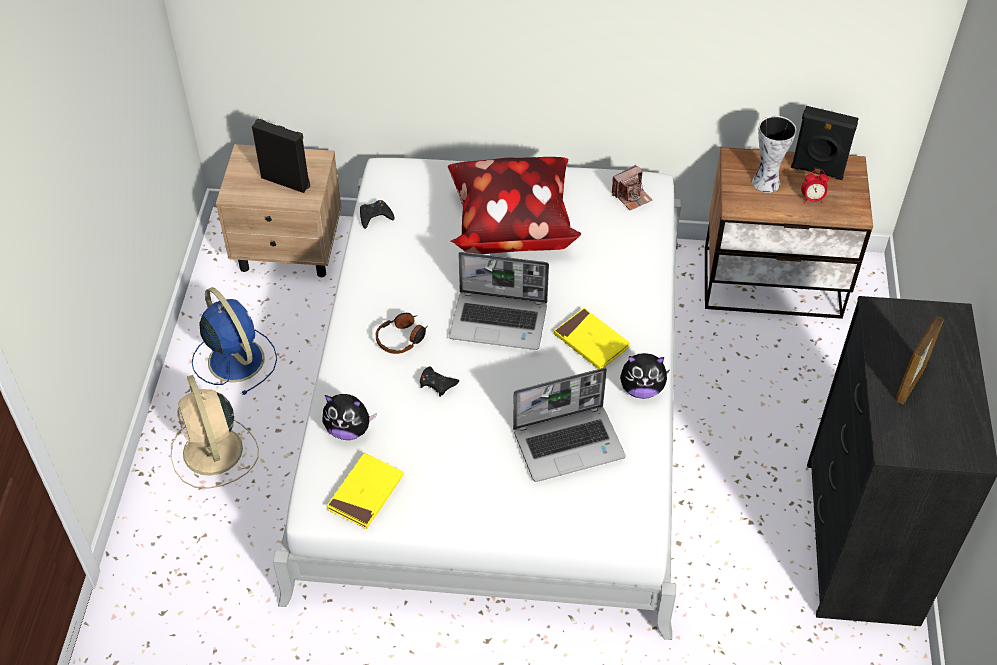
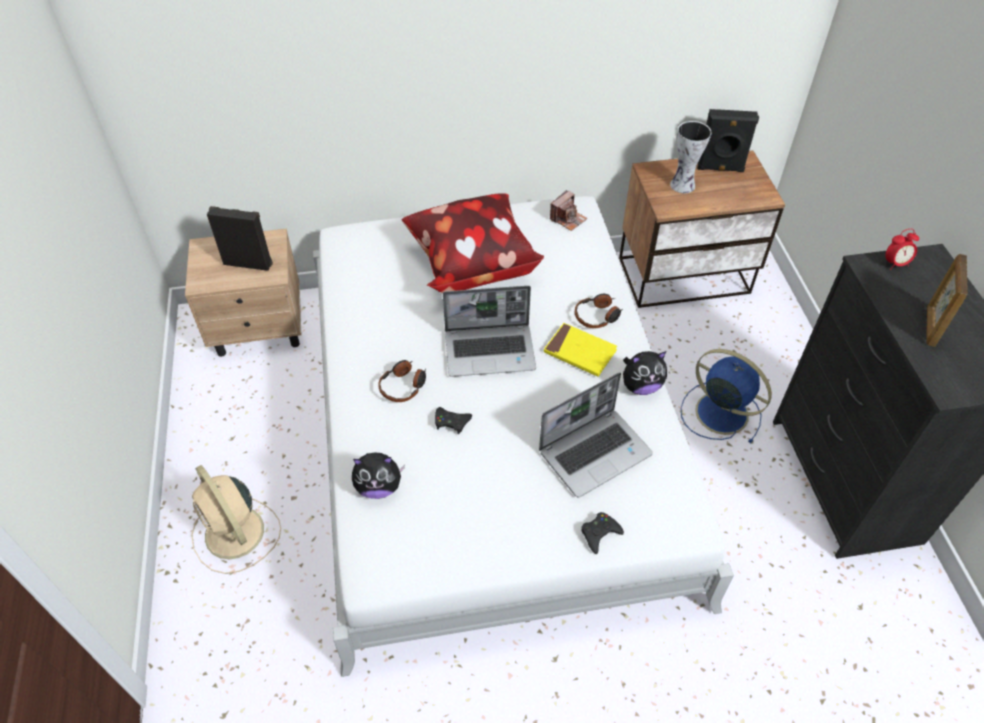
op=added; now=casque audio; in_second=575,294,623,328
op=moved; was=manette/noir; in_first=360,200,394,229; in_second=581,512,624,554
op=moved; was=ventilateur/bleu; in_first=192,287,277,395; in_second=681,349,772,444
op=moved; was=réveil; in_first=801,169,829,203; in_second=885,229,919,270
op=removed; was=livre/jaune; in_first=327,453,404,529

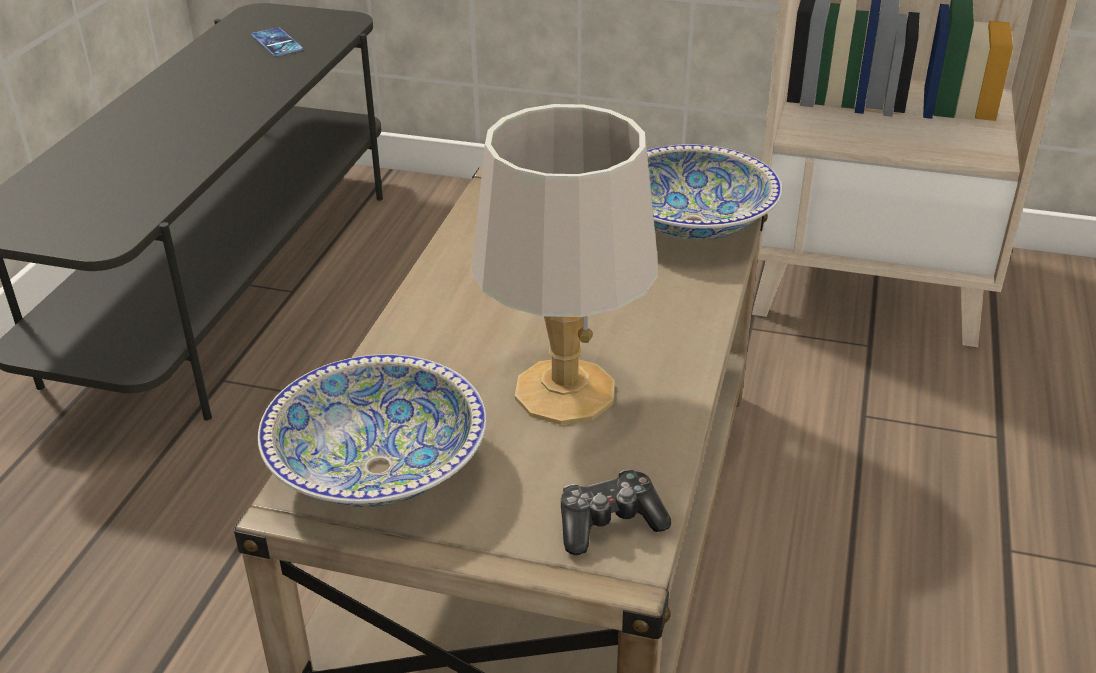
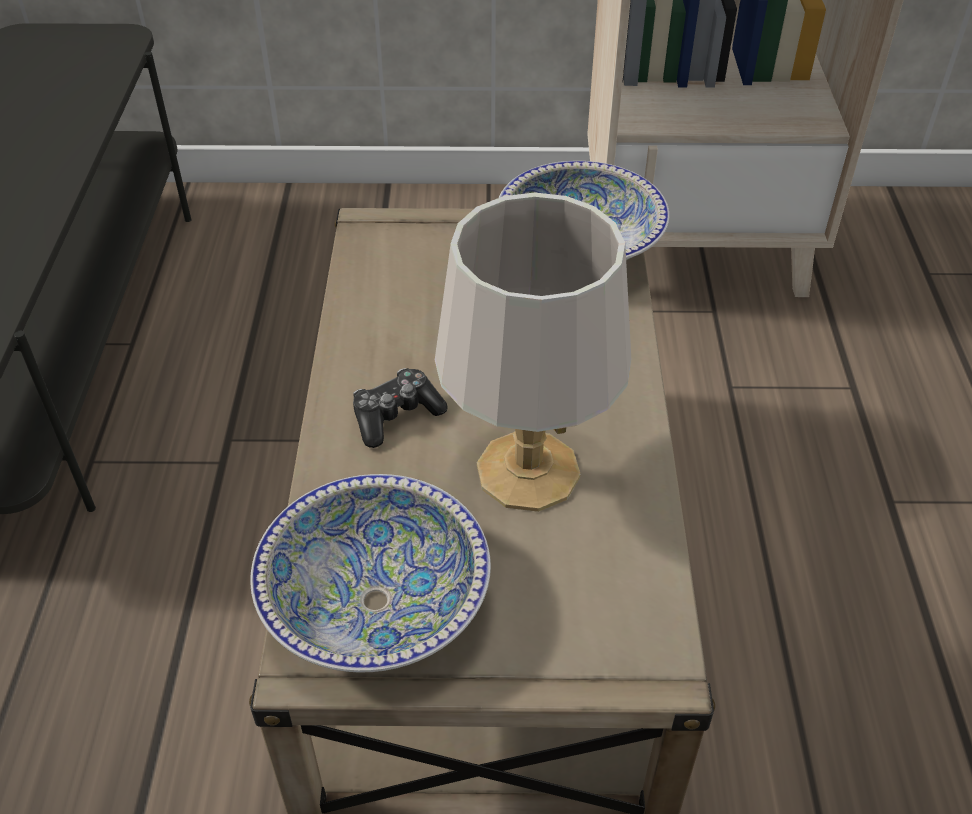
op=moved; was=manette; in_first=561,469,671,555; in_second=353,368,448,448
op=removed; was=téléphone; in_first=251,27,303,56

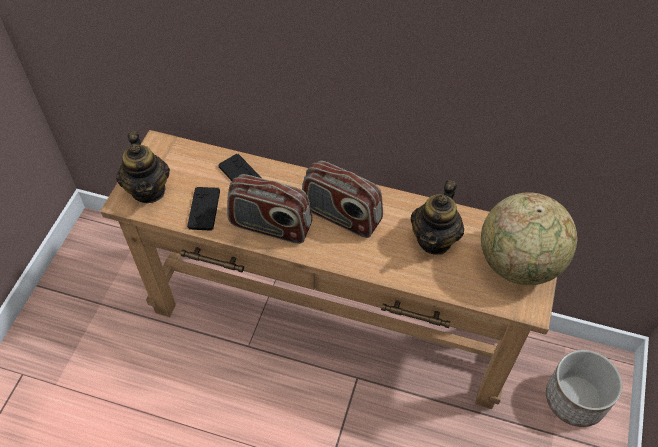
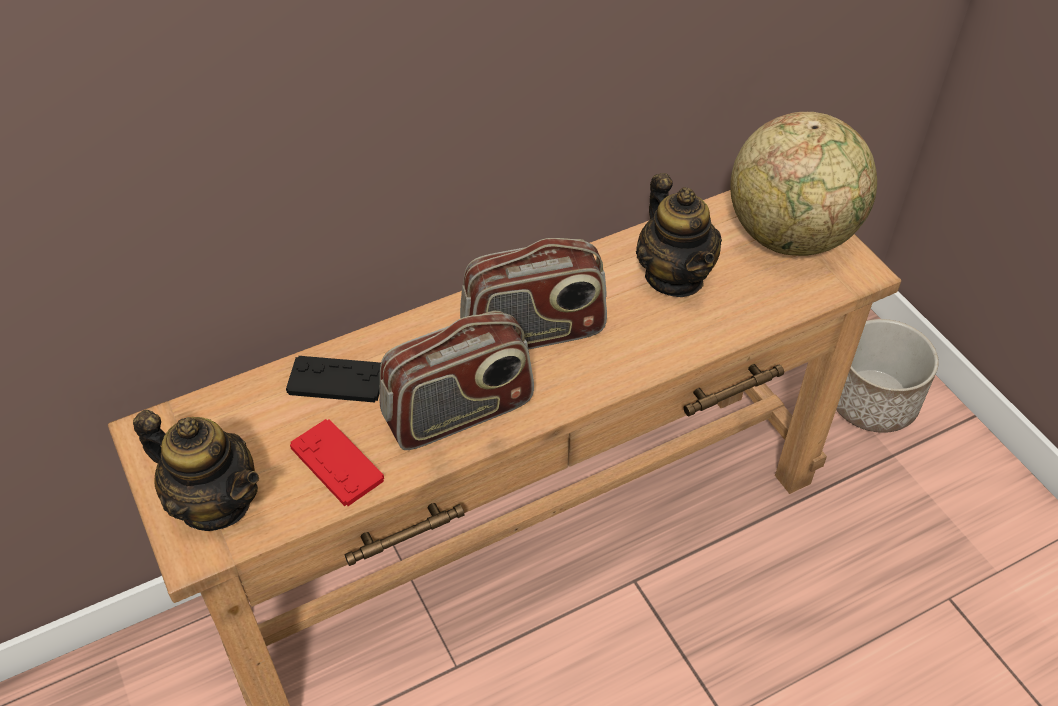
op=recoloured; was=manette/noir; now=manette/rouge; in_first=187,187,220,231; in_second=290,419,384,506

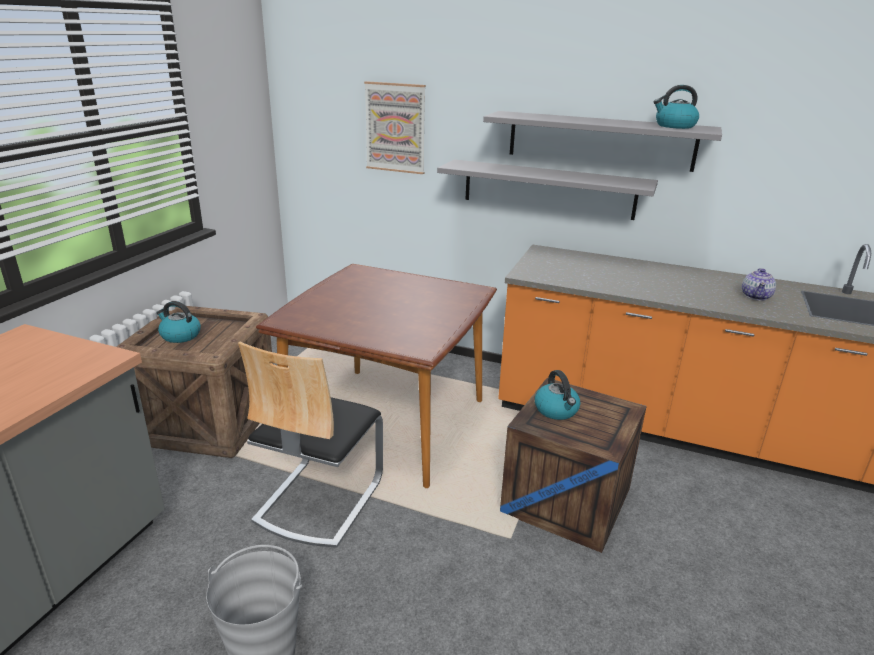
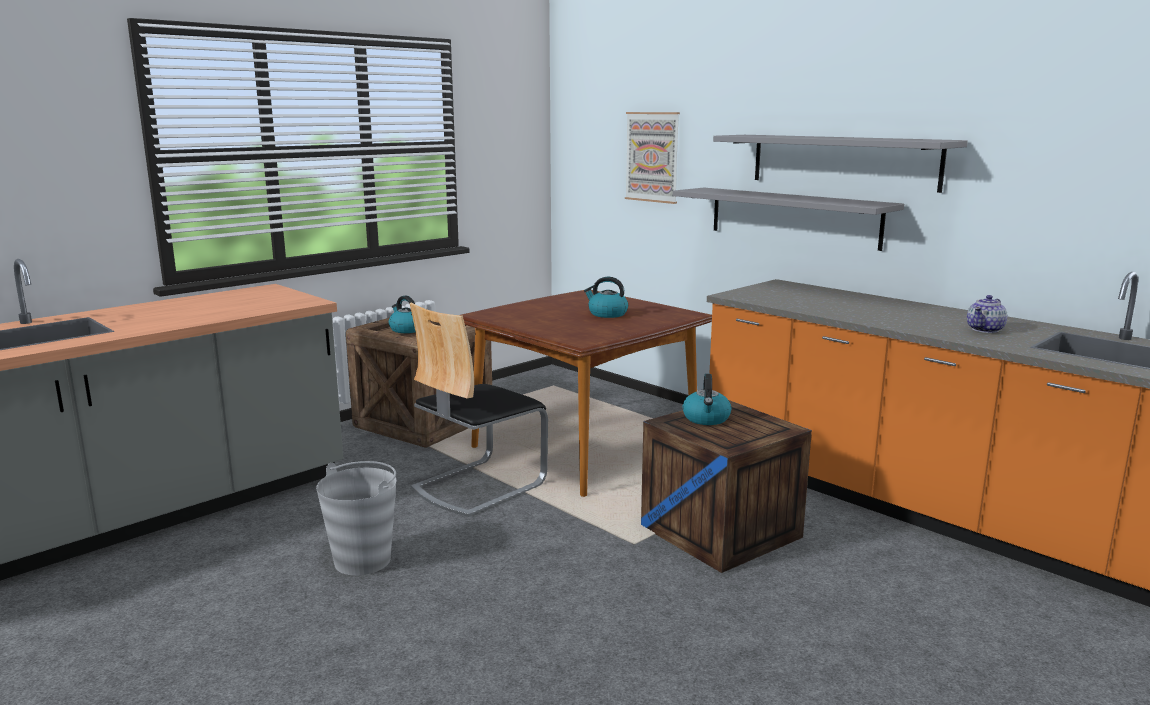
op=moved; was=bouilloire; in_first=654,85,699,129; in_second=584,277,628,318

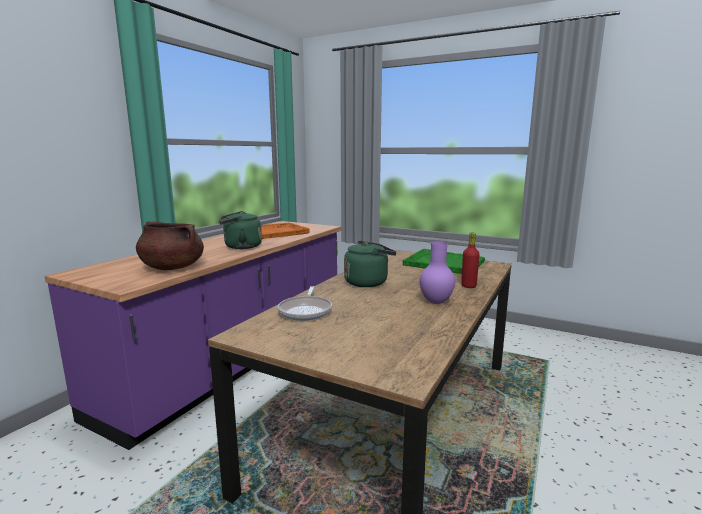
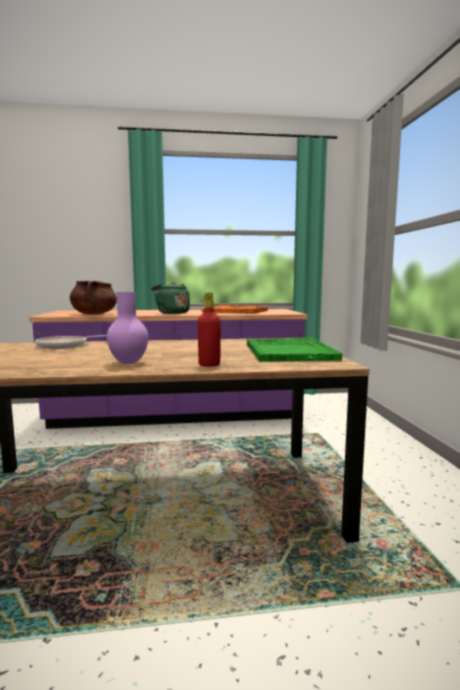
op=removed; was=bouilloire/vert; in_first=344,241,396,287

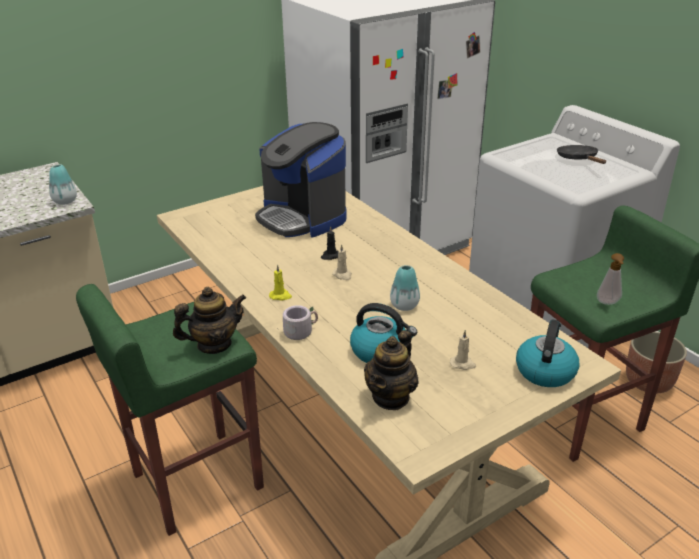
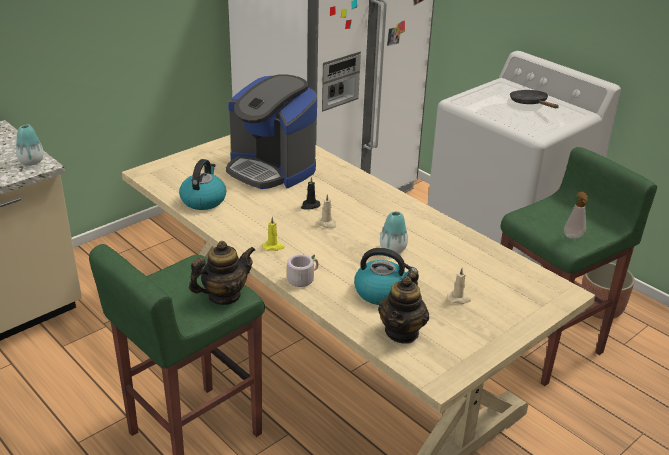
op=moved; was=bouilloire; in_first=516,319,579,387; in_second=179,159,226,210

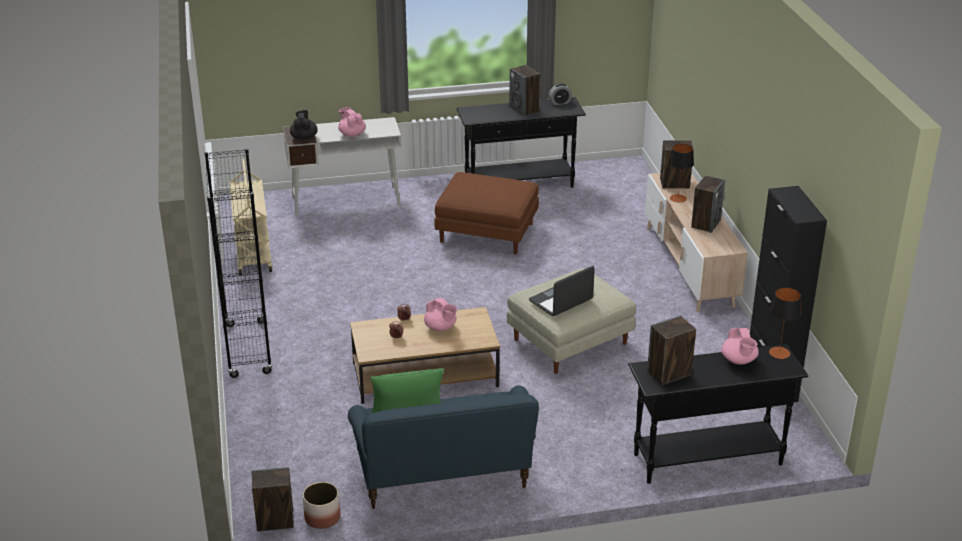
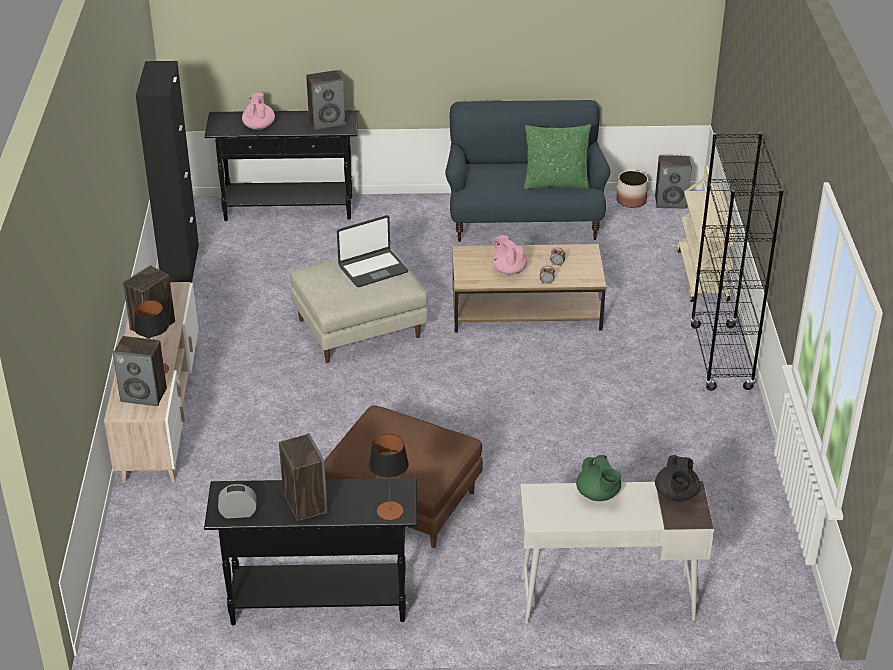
op=moved; was=lampe de table; in_first=769,287,802,359; in_second=369,434,409,520
op=recoloured; was=théière/rose; now=théière/vert; in_first=338,107,366,137; in_second=576,455,621,501
op=moved; was=chariot/beige; in_first=230,159,272,274; in_second=677,166,737,302

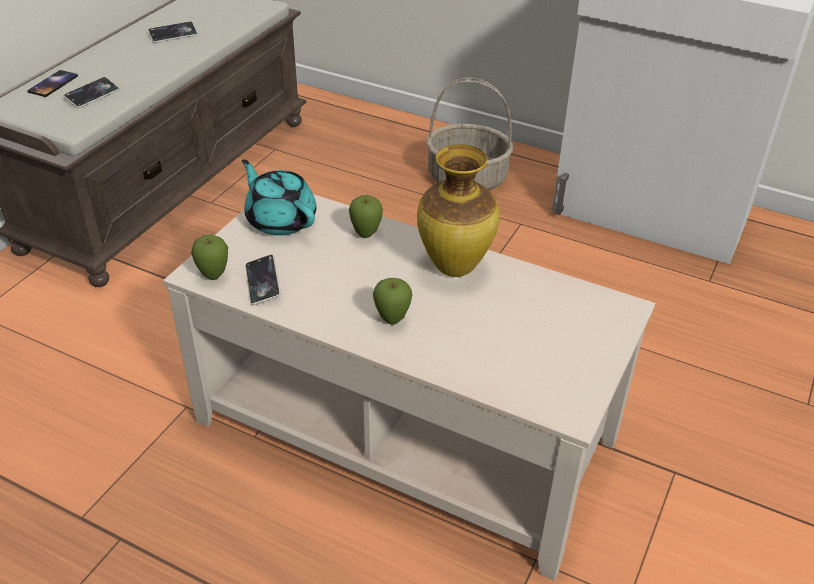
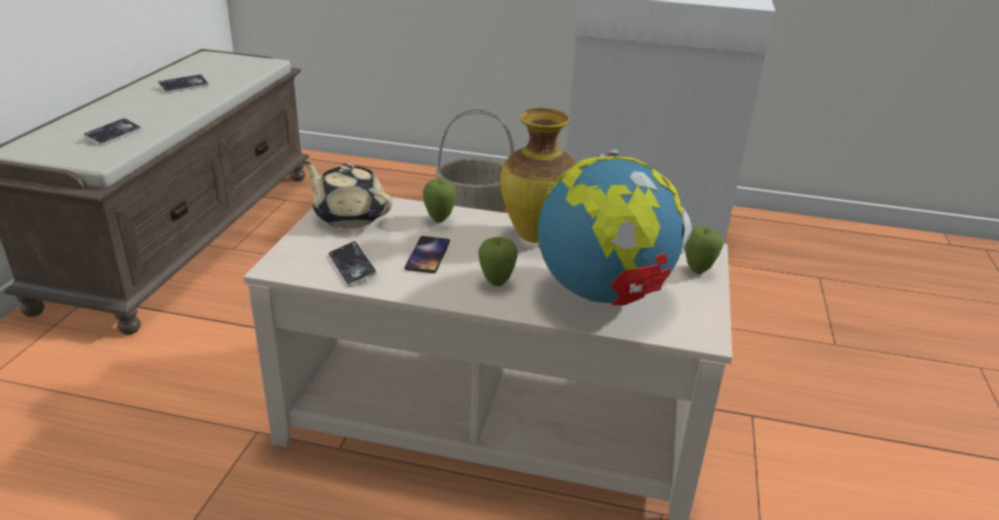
op=recoloured; was=théière/turquoise; now=théière/beige; in_first=242,159,317,236; in_second=302,161,392,228
op=moved; was=téléphone; in_first=27,70,78,97; in_second=405,236,450,273
op=added; now=globe; in_second=538,149,692,305
op=moved; was=pomme; in_first=191,235,228,280; in_second=684,226,723,274

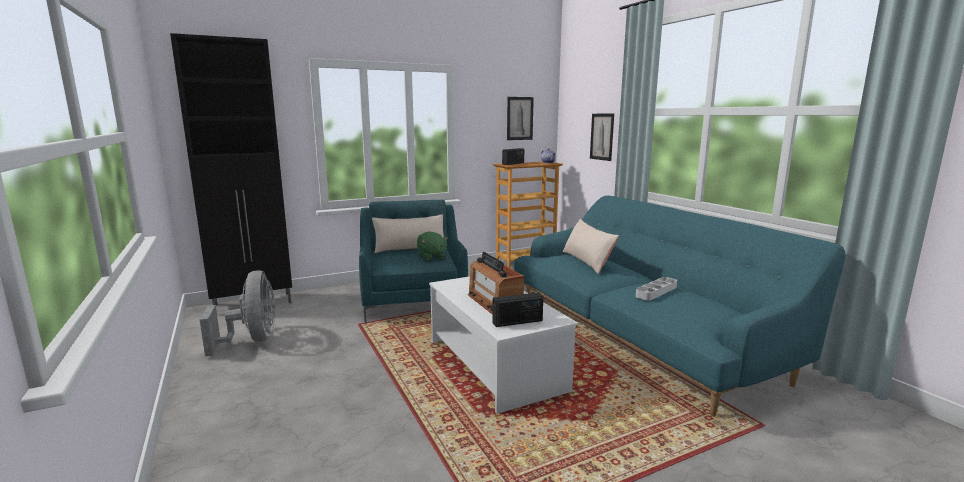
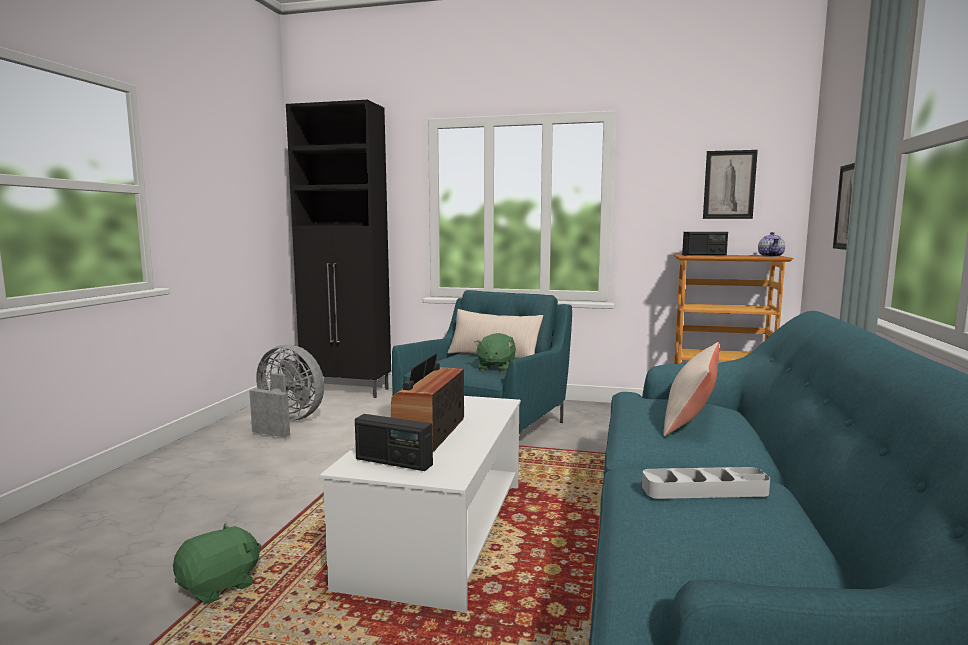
op=added; now=peluche/vert; in_second=173,524,261,604
op=turned; was=ventilateur/gris; in_first=200,270,276,357; in_second=249,345,324,437; clockwise=-90

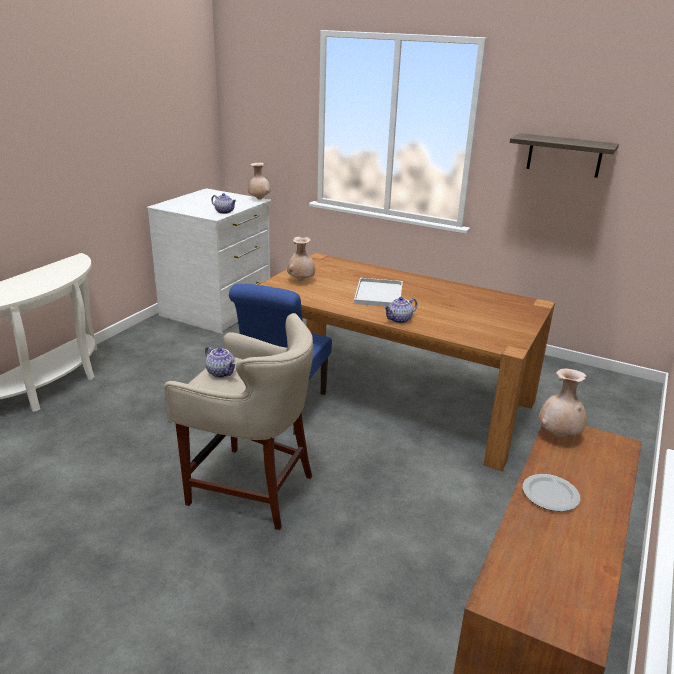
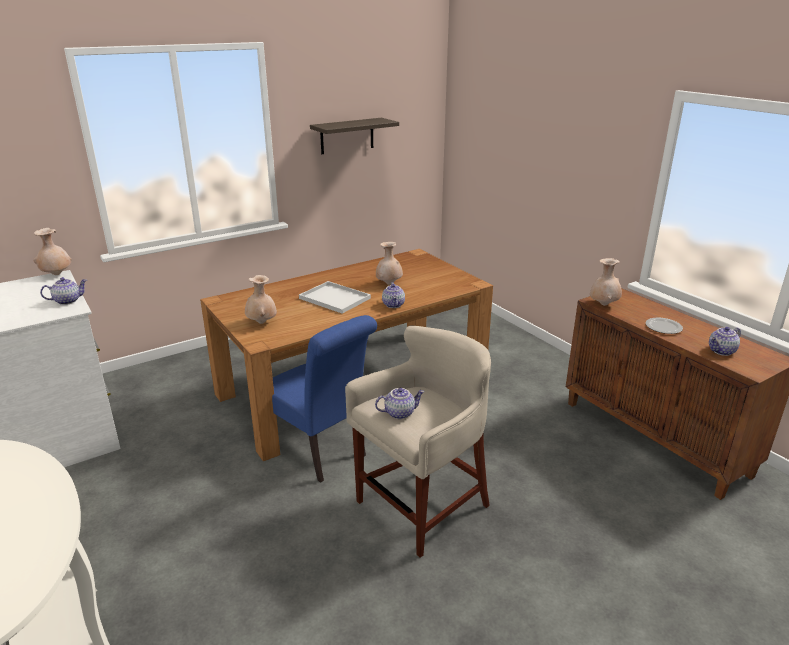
op=added; now=vase/beige; in_second=376,242,403,285
op=added; now=théière; in_second=709,327,741,356

